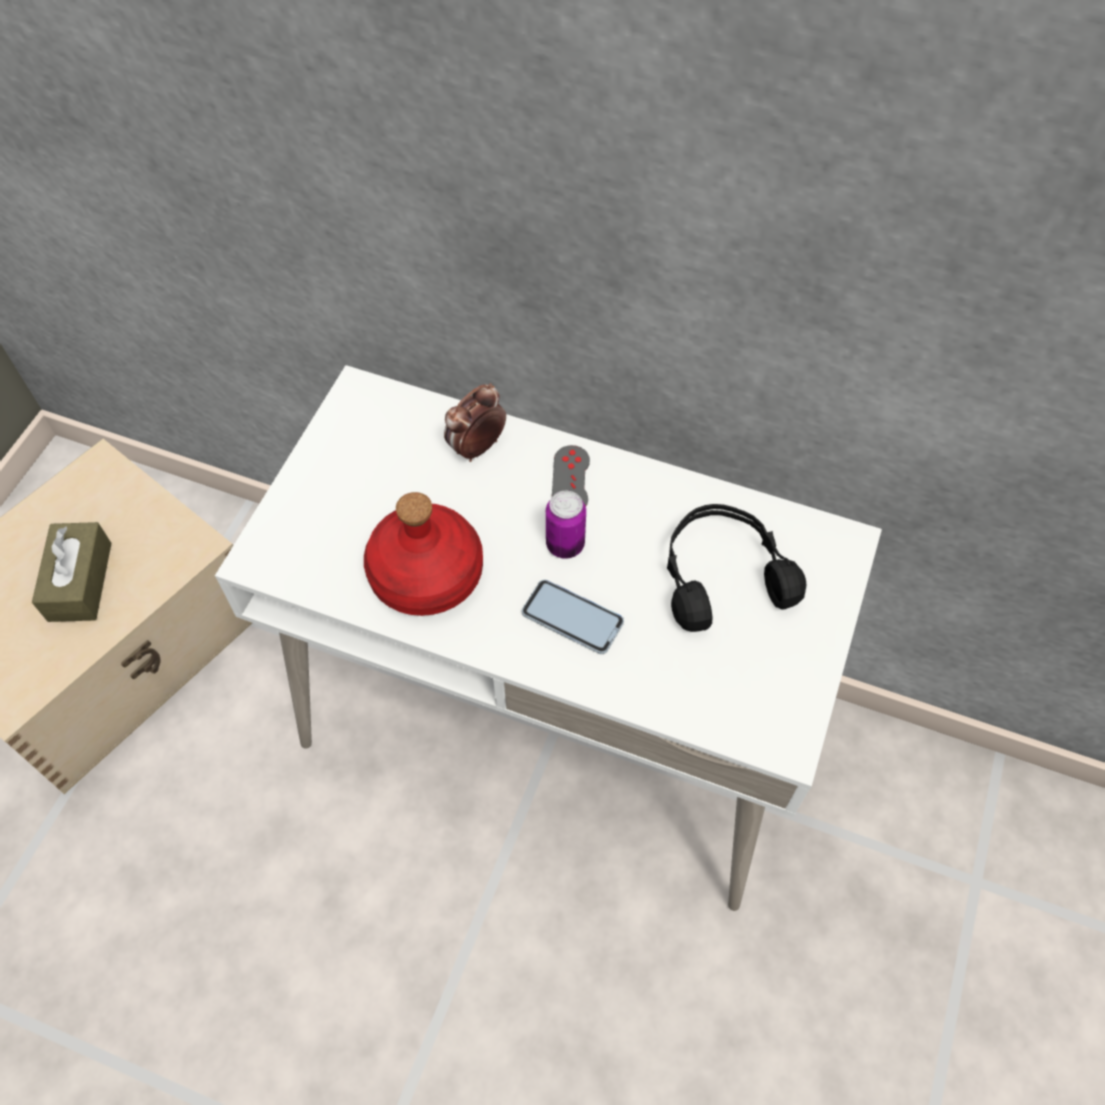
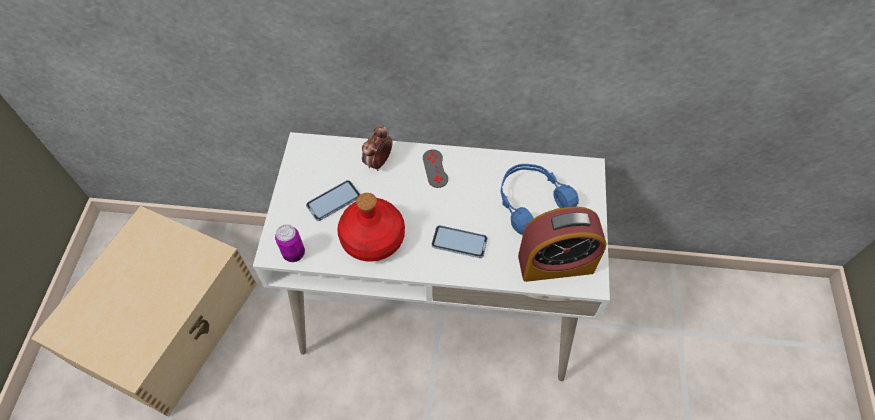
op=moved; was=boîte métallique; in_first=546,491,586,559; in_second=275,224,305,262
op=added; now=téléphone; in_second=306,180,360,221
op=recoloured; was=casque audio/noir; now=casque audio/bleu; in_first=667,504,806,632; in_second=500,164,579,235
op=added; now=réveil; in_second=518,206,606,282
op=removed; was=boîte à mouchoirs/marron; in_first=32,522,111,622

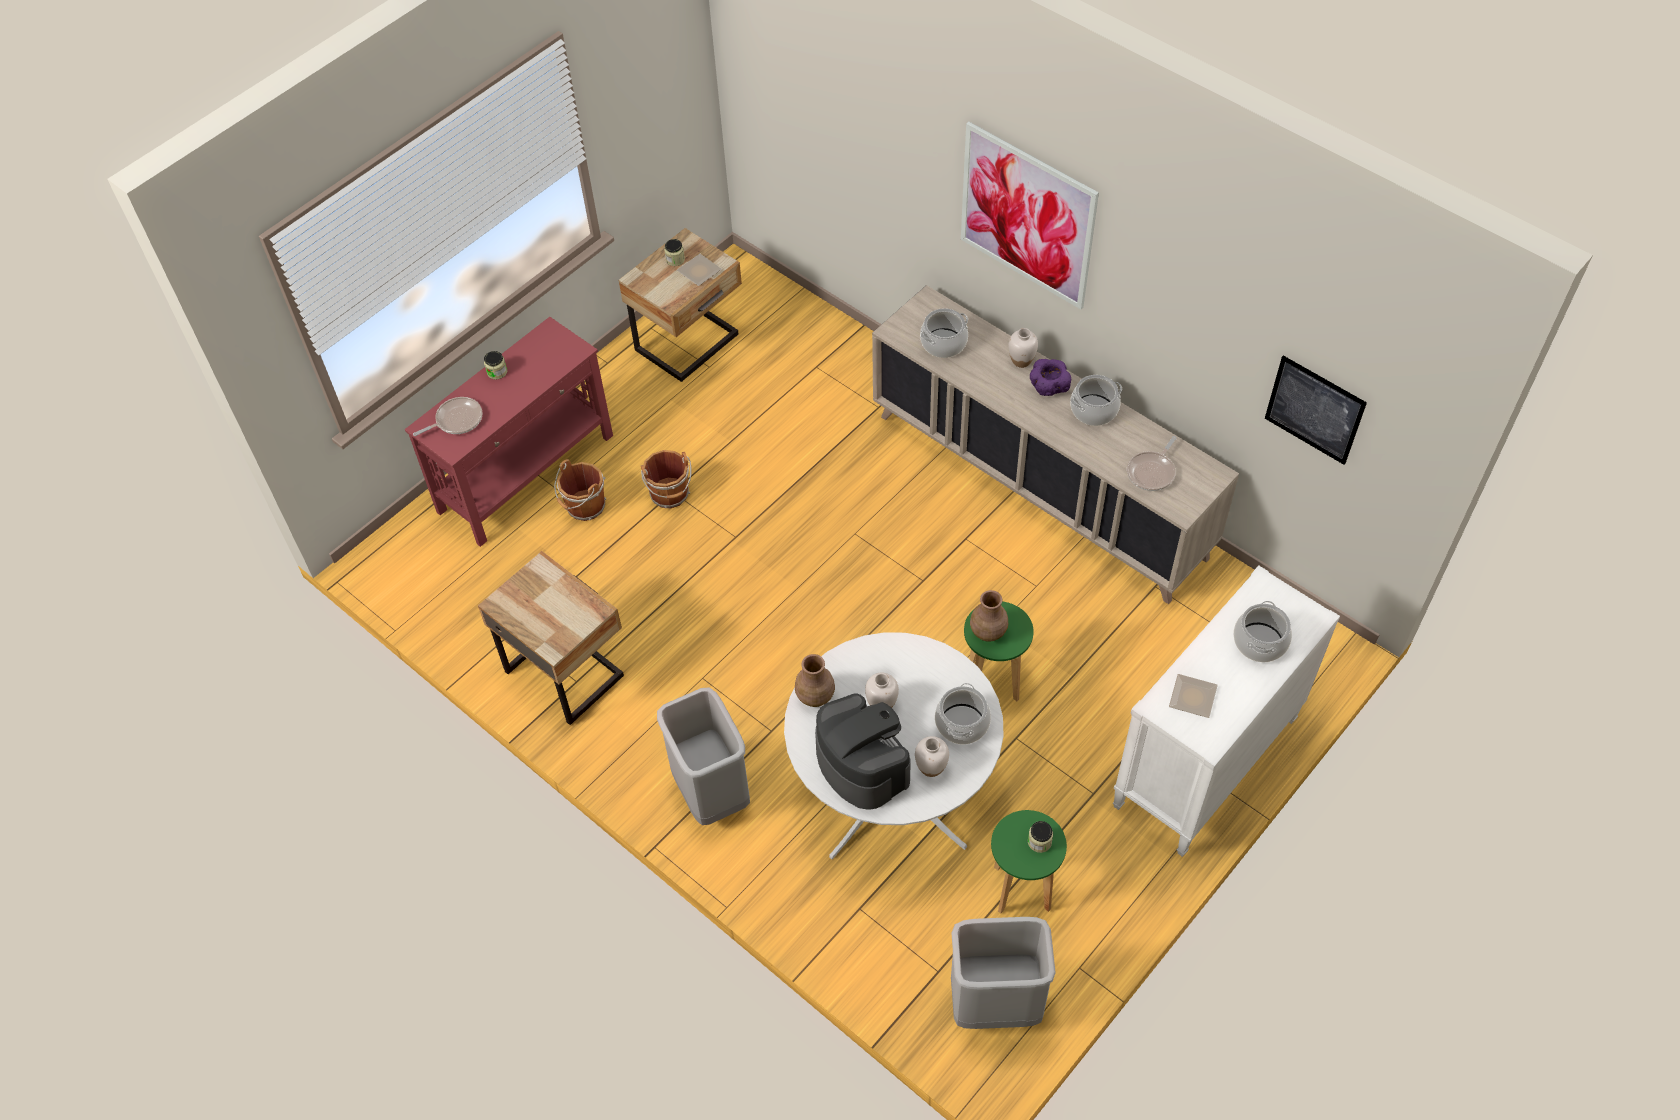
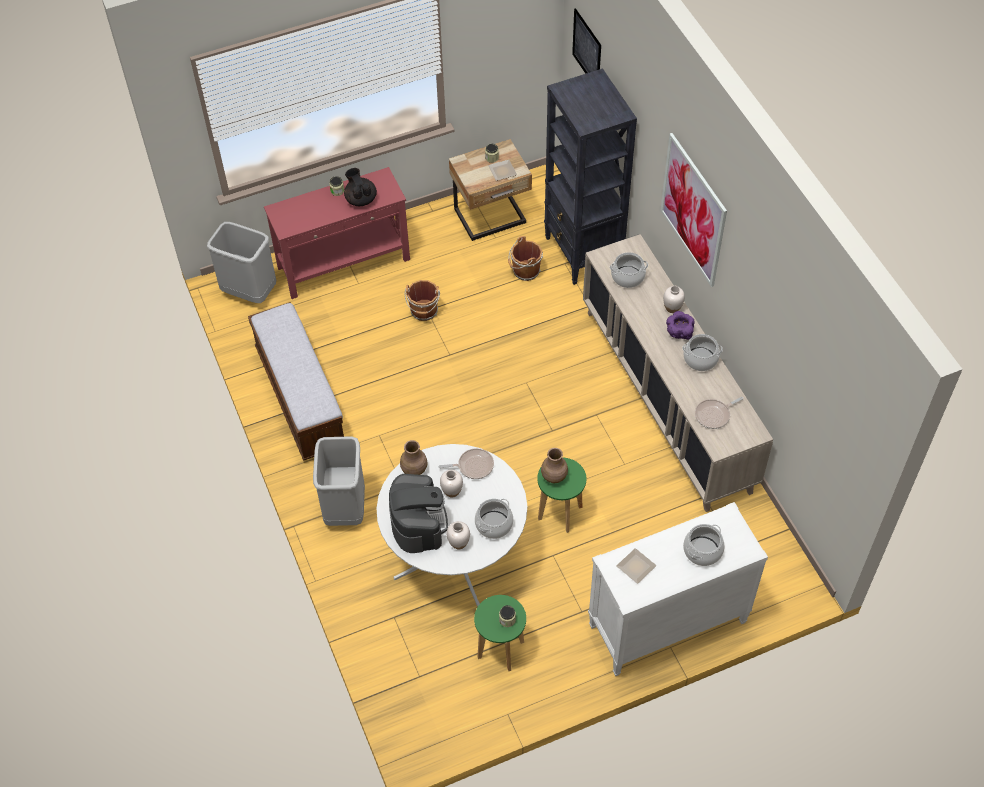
op=moved; was=poubelle/gris; in_first=951,917,1056,1029; in_second=207,222,276,303
op=replaced; was=table de chevet/beige; now=banc; in_first=478,551,624,725; in_second=248,302,344,461
op=added; now=théière/noir; in_second=344,168,377,206
op=moved; was=poêle; in_first=413,397,482,436; in_second=439,448,494,479
op=moved; was=seau/marron; in_first=554,459,606,521; in_second=508,236,543,281
op=added; now=bibliothèque/noir; in_second=544,68,637,285
op=moved; was=tableau; in_first=1265,356,1367,465; in_second=572,8,601,74

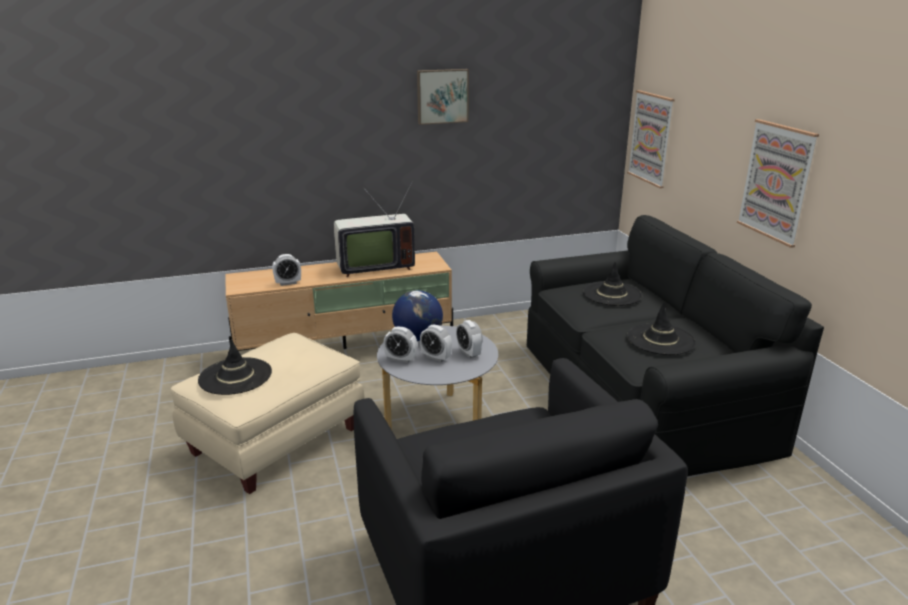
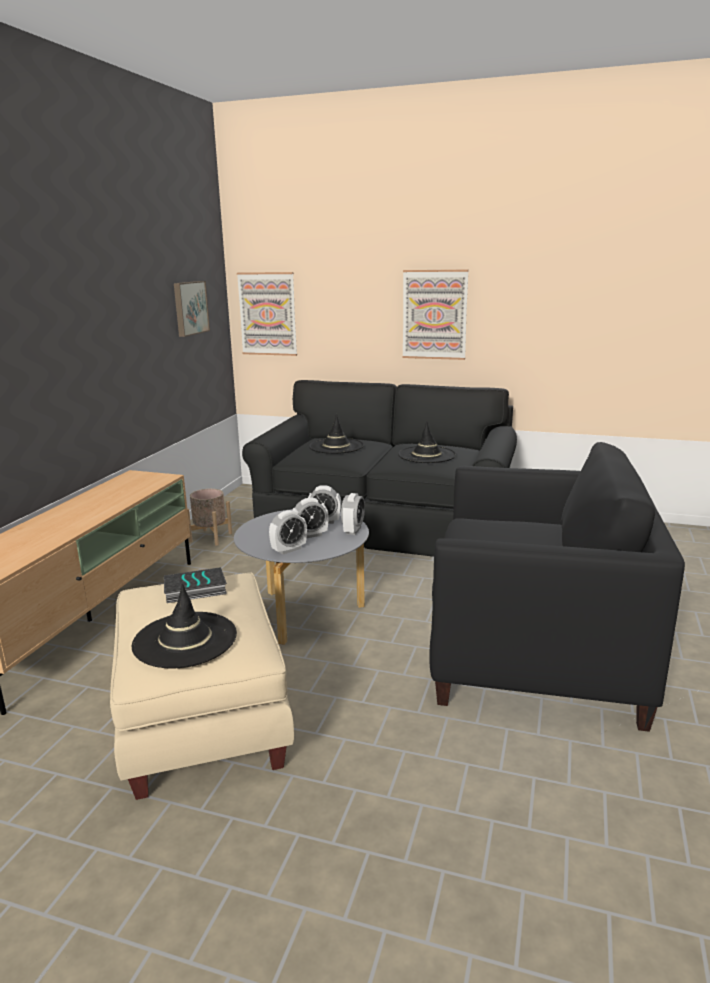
op=added; now=livre; in_second=164,567,227,603
op=moved; was=tableau; in_first=417,69,469,125; in_second=174,281,210,337
op=added; now=cache-pot/beige; in_second=187,489,232,546
op=moved; was=réveil; in_first=272,254,301,286; in_second=341,493,365,535
op=removed; was=téléviseur; in_first=334,181,415,277
op=removed; was=globe; in_first=392,290,443,341

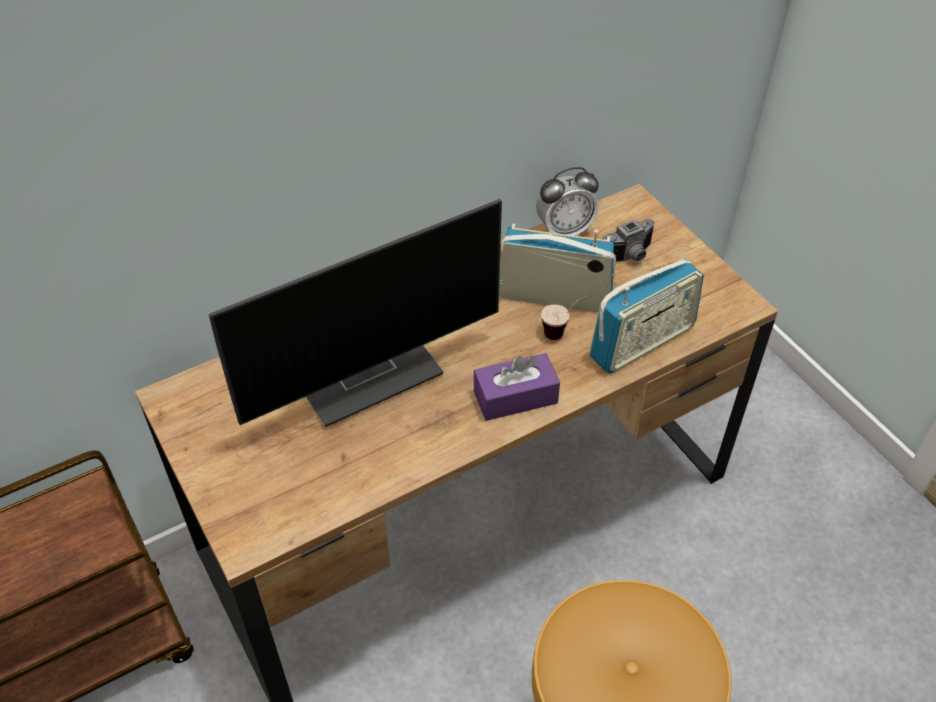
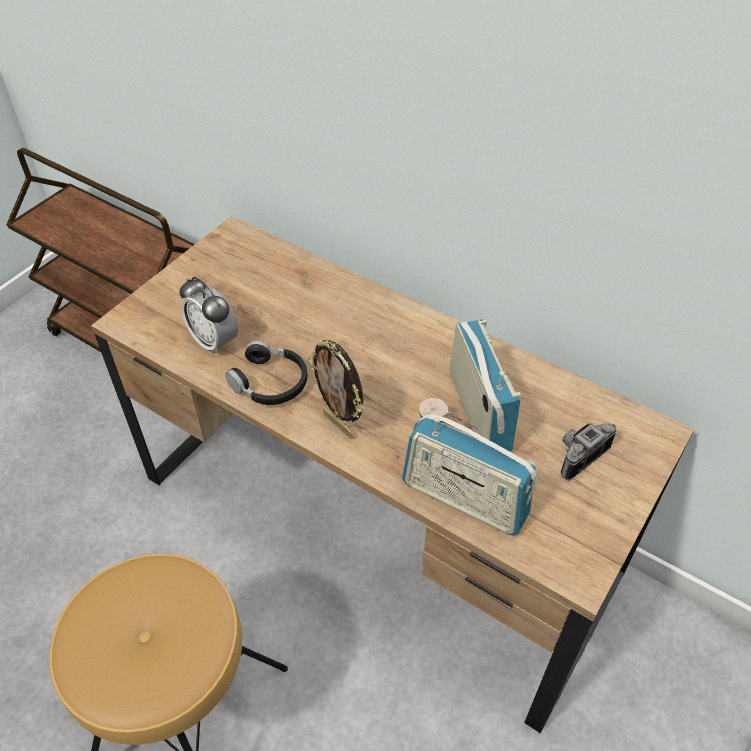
op=moved; was=réveil; in_first=536,167,599,236; in_second=180,277,238,355
op=added; now=casque audio/noir; in_second=225,341,307,405
op=replaced; was=boîte à mouchoirs/violet; now=cadre photo; in_first=474,353,560,421; in_second=308,340,364,439
op=turned; was=appareil photo; in_first=602,219,655,262; in_second=561,422,617,480; clockwise=105
op=removed; was=écran d'ordinateur; in_first=209,199,502,427

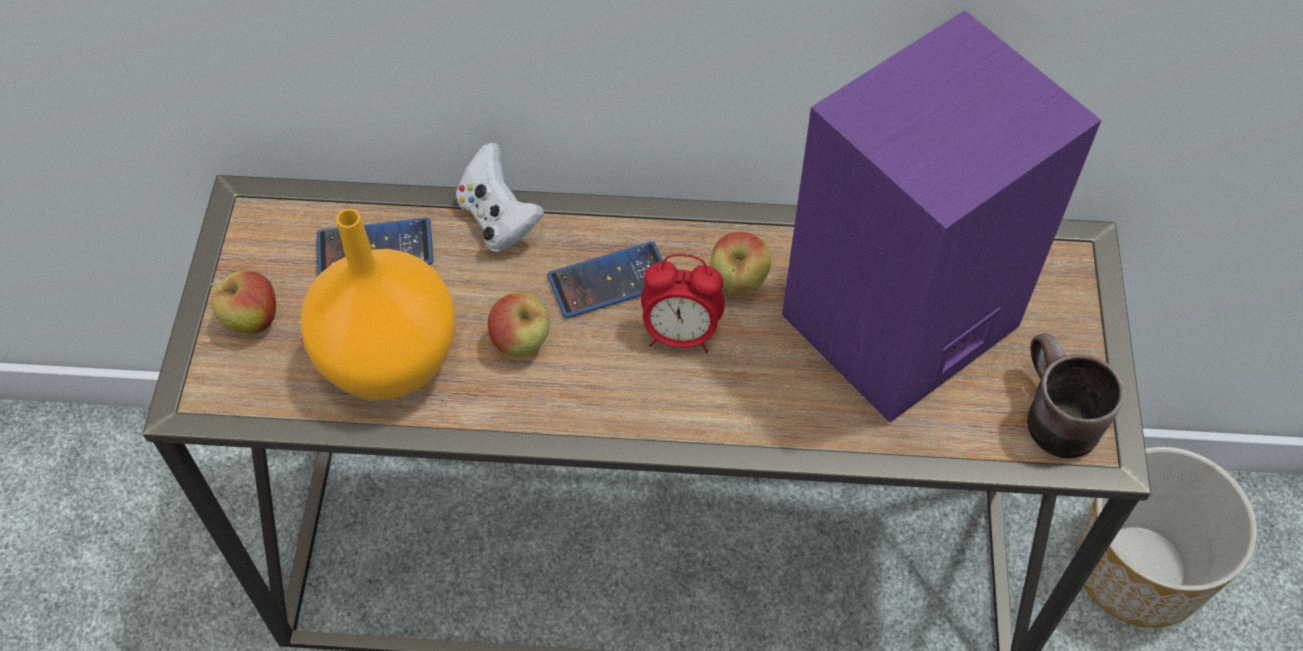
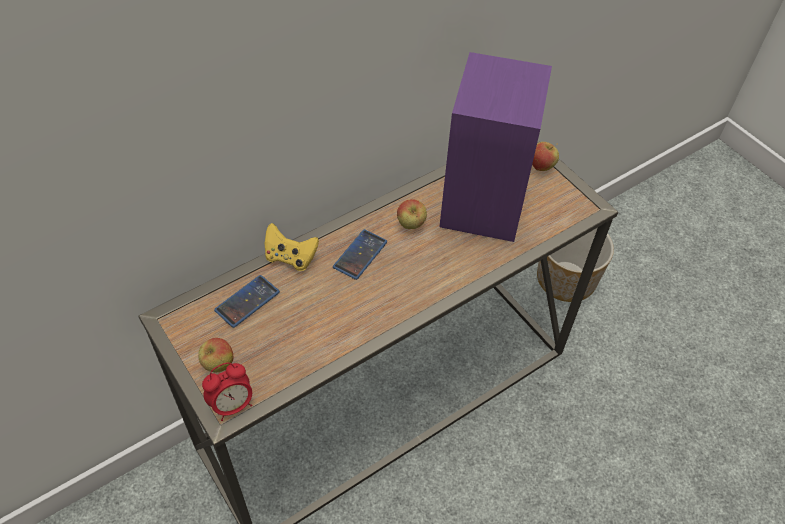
op=moved; was=réveil; in_first=641,254,725,353; in_second=202,363,252,421
op=recoloured; was=manette/blanc; now=manette/jaune; in_first=456,142,544,252; in_second=265,223,319,271
op=moved; was=pomme; in_first=488,292,550,357; in_second=532,142,559,171
op=removed; was=vase/orange; in_first=301,209,456,400
op=removed; was=mug/marron; in_first=1027,333,1124,459

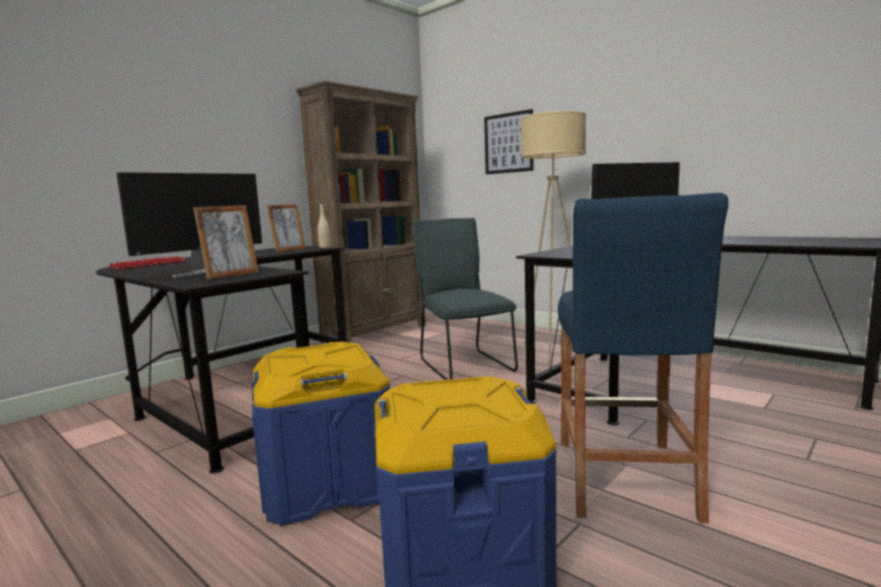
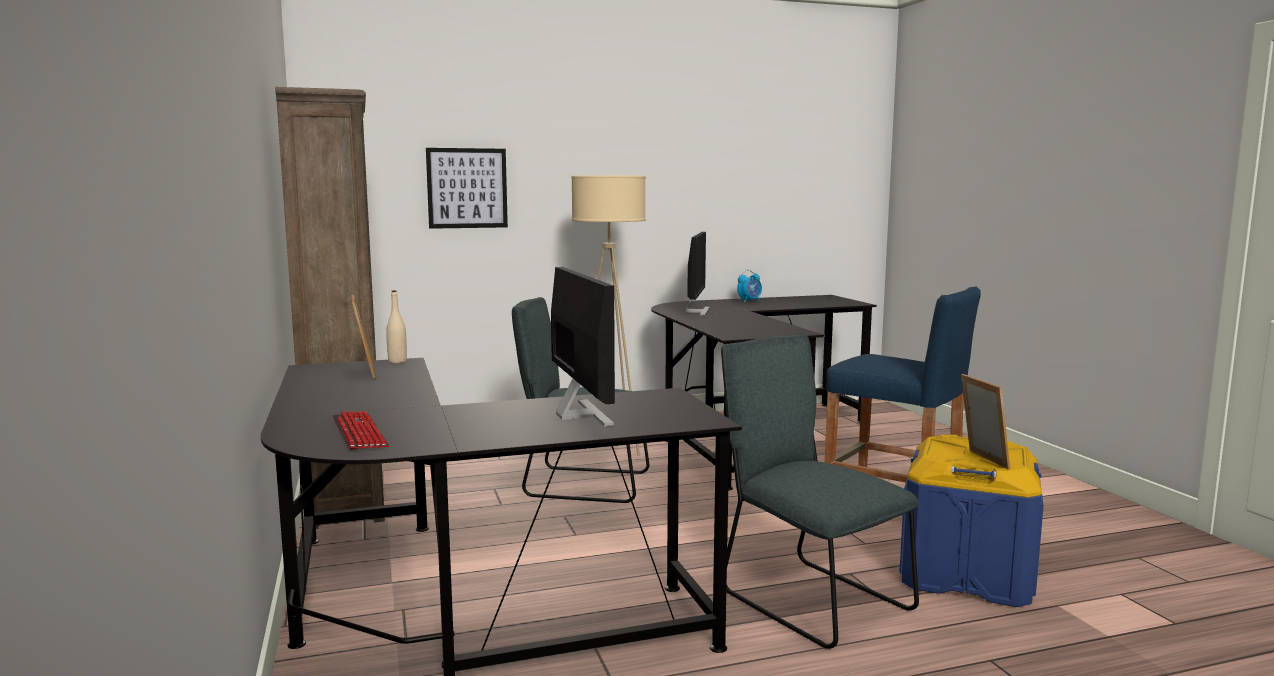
op=replaced; was=boîte de rangement/bleu; now=chaise/gris; in_first=252,342,390,526; in_second=721,335,919,649
op=added; now=réveil; in_second=737,270,762,302
op=moved; was=cadre photo; in_first=193,205,259,279; in_second=961,374,1010,469

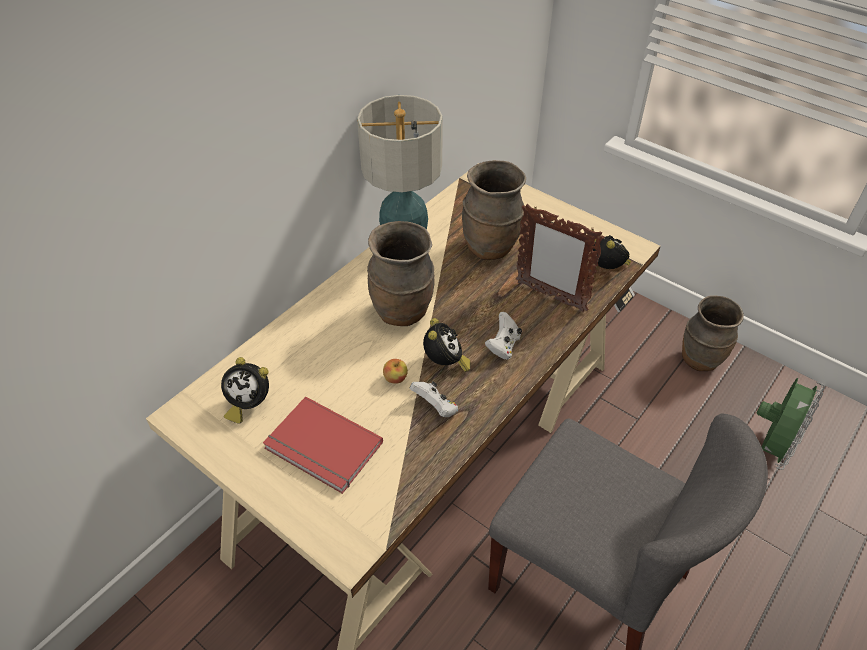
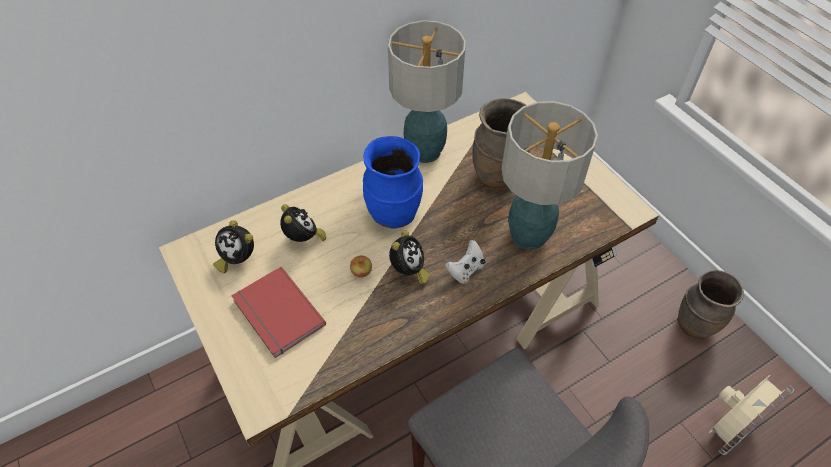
op=moved; was=réveil; in_first=593,235,631,269; in_second=280,204,326,242
op=recoloured; was=vase/marron; now=vase/bleu; in_first=367,221,435,326; in_second=363,136,423,229
op=replaced; was=cadre photo; now=lampe de table; in_first=516,204,605,312; in_second=502,101,598,250
op=recoloured; was=ventilateur/vert; now=ventilateur/beige; in_first=757,378,825,470; in_second=708,375,794,455
op=removed; was=manette/blanc; in_first=410,381,458,417

